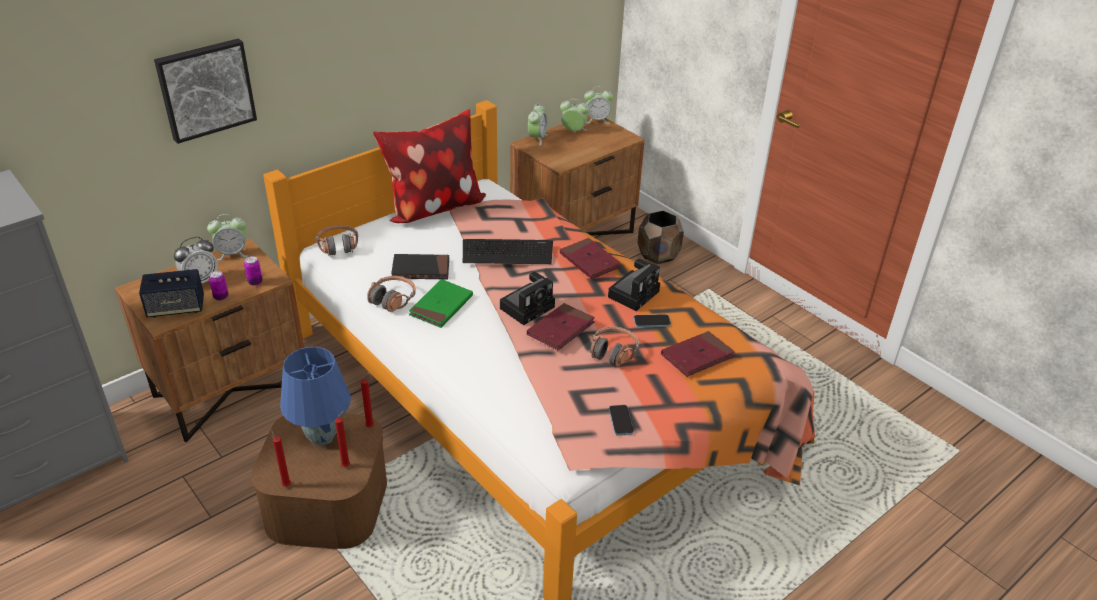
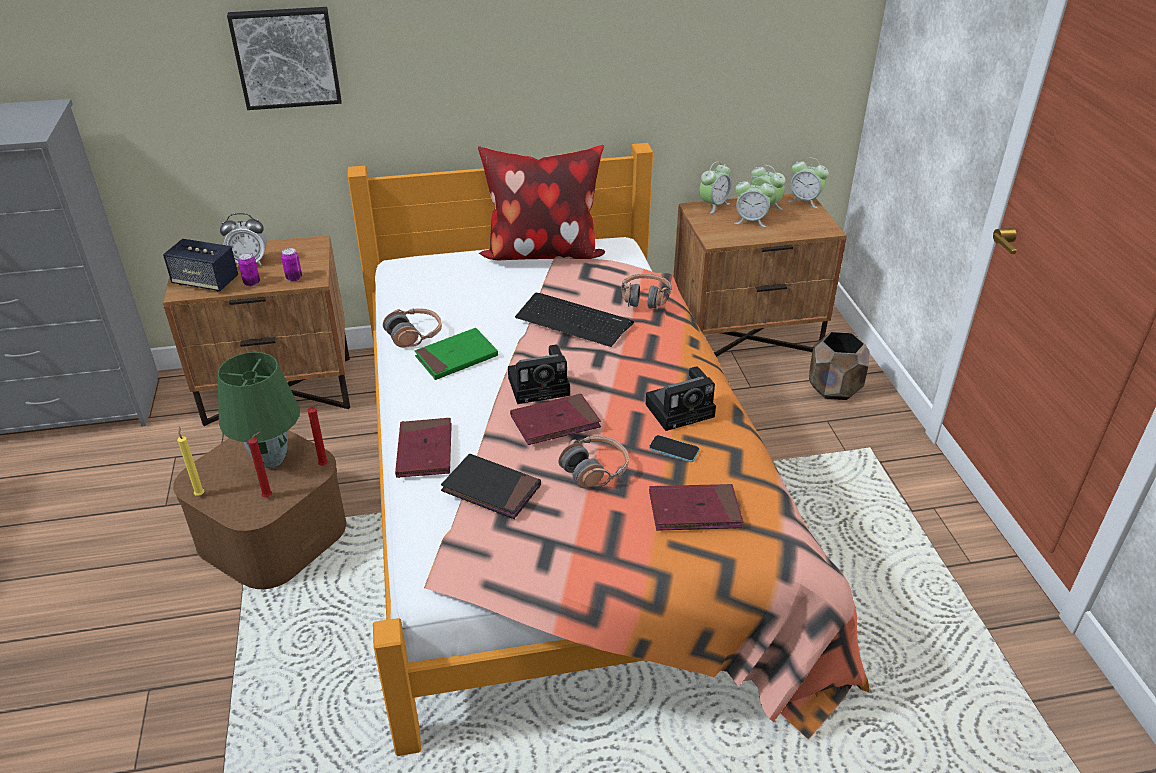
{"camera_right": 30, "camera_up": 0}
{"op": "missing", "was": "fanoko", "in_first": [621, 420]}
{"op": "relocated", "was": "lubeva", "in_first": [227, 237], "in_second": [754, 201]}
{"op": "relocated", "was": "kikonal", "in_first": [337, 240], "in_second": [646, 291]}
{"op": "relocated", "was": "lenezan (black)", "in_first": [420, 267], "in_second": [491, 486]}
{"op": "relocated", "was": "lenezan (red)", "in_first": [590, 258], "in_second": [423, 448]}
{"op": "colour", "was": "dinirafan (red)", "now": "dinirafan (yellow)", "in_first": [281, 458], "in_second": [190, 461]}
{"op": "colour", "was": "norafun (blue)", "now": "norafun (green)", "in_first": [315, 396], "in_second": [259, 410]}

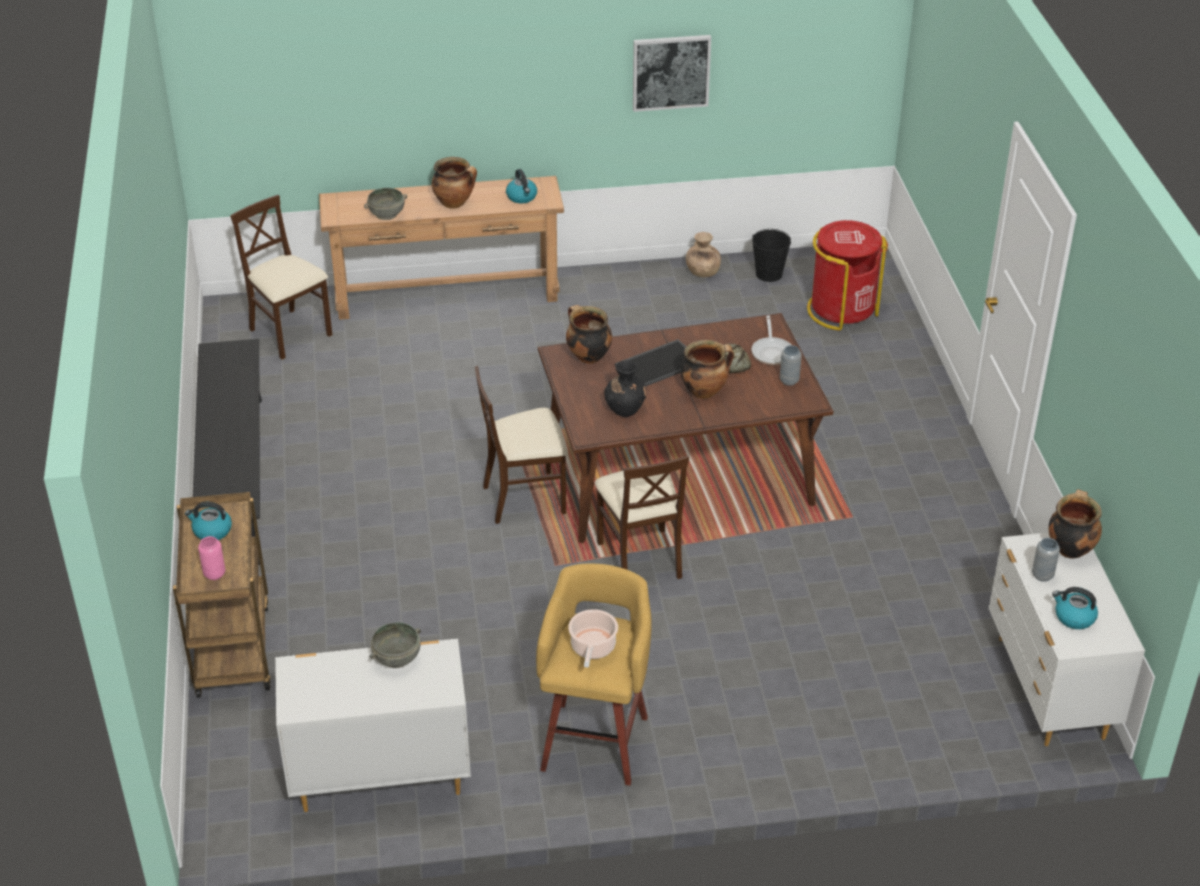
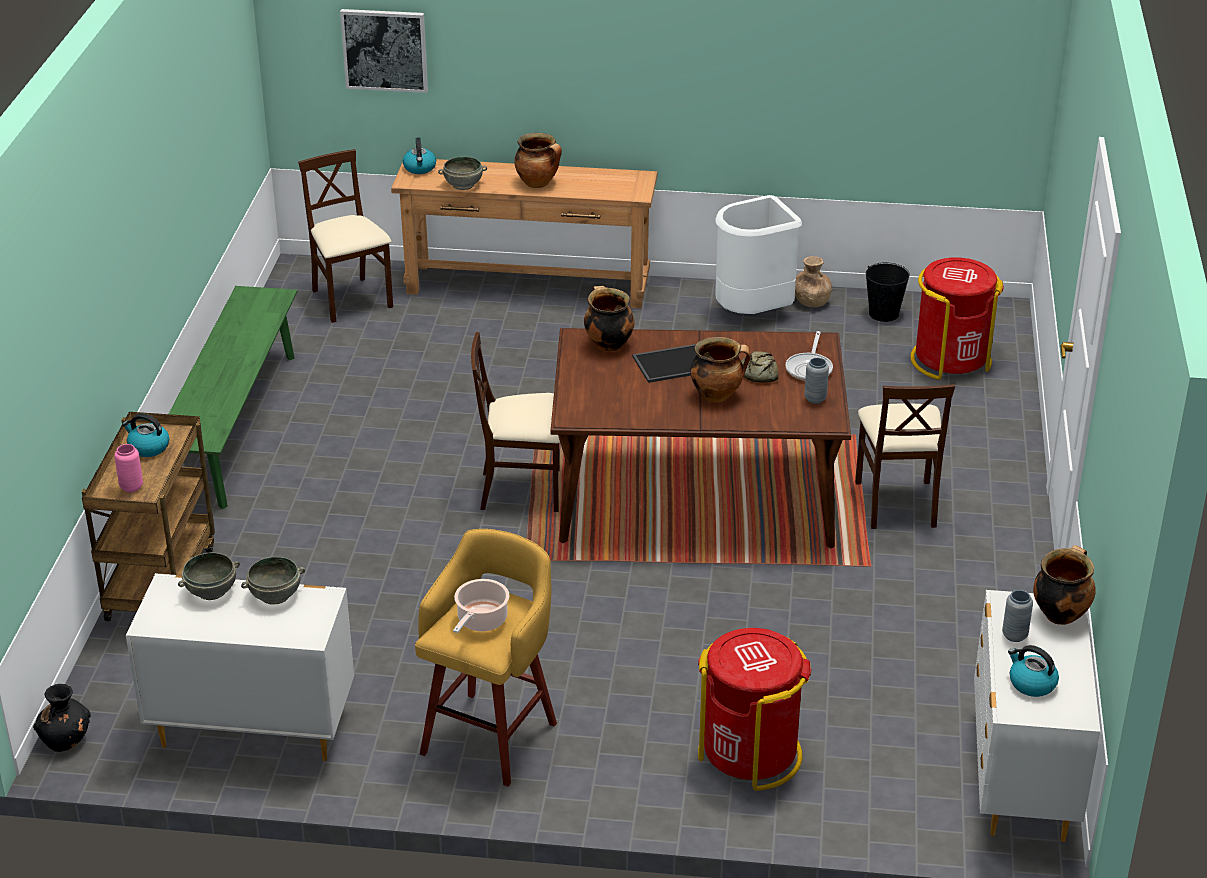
{"camera_right": 15, "camera_up": -5}
{"op": "appeared", "now": "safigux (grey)", "in_second": [209, 576]}
{"op": "appeared", "now": "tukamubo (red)", "in_second": [754, 709]}
{"op": "appeared", "now": "tukamubo (white)", "in_second": [758, 254]}
{"op": "relocated", "was": "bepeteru", "in_first": [521, 186], "in_second": [419, 155]}
{"op": "relocated", "was": "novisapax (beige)", "in_first": [641, 517], "in_second": [905, 456]}
{"op": "relocated", "was": "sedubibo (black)", "in_first": [625, 388], "in_second": [62, 718]}
{"op": "relocated", "was": "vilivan", "in_first": [672, 73], "in_second": [384, 51]}
{"op": "colour", "was": "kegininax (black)", "now": "kegininax (green)", "in_first": [227, 452], "in_second": [233, 397]}

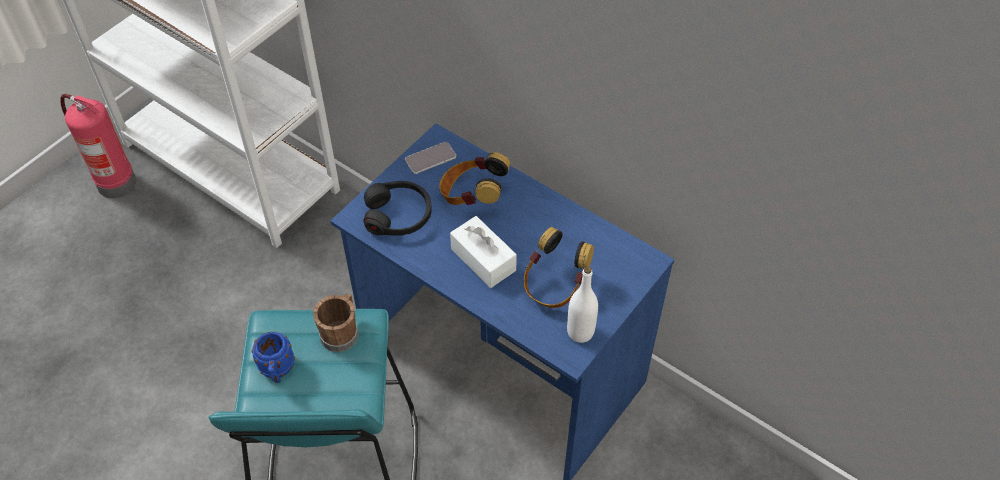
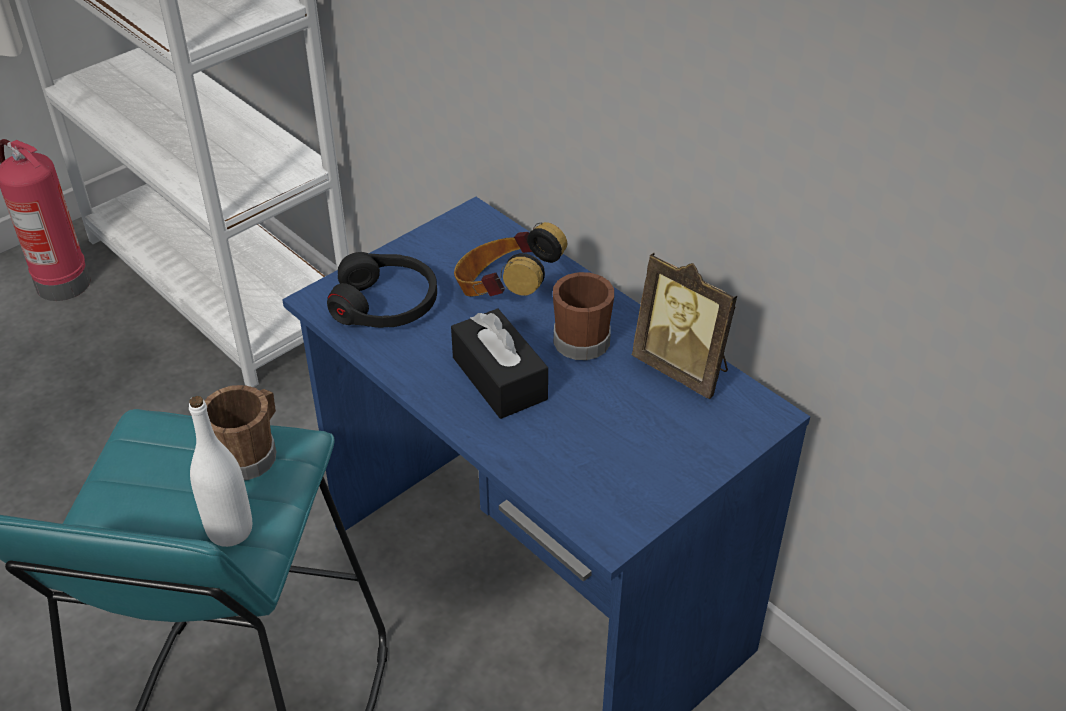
{"camera_right": 10, "camera_up": -10}
{"op": "missing", "was": "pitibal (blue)", "in_first": [273, 357]}
{"op": "missing", "was": "fanoko", "in_first": [430, 158]}
{"op": "missing", "was": "kikonal", "in_first": [559, 267]}
{"op": "appeared", "now": "pitibal (brown)", "in_second": [583, 316]}
{"op": "appeared", "now": "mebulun", "in_second": [685, 326]}
{"op": "relocated", "was": "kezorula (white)", "in_first": [582, 304], "in_second": [220, 471]}
{"op": "colour", "was": "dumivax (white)", "now": "dumivax (black)", "in_first": [483, 252], "in_second": [499, 363]}

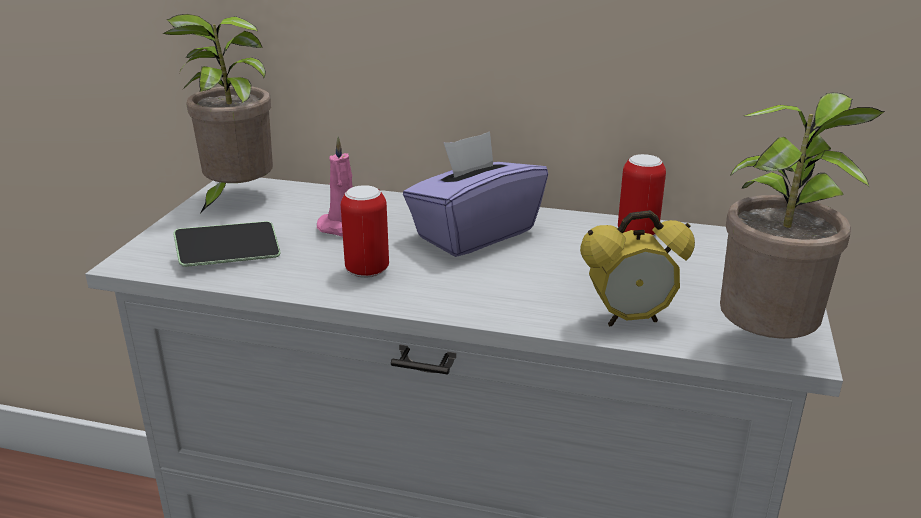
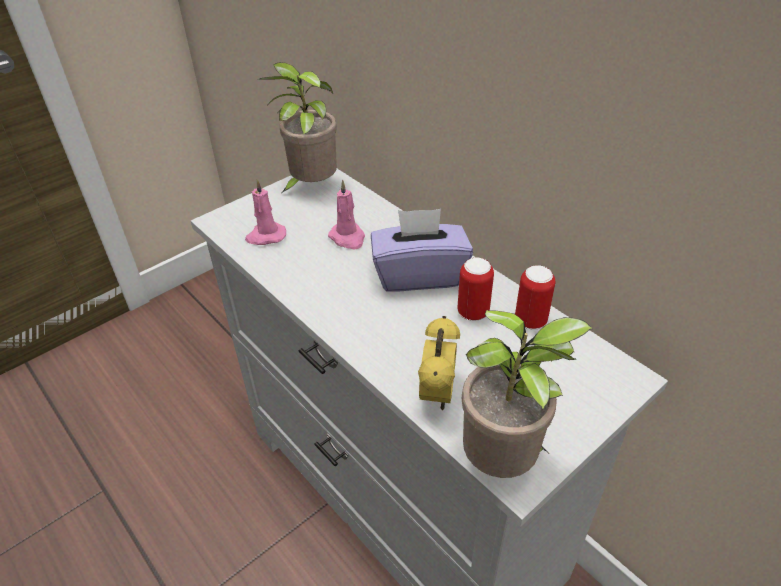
{"camera_right": 35, "camera_up": 15}
{"op": "relocated", "was": "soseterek", "in_first": [365, 231], "in_second": [475, 289]}
{"op": "exchanged", "was": "fanoko", "now": "dinirafan (pink)", "in_first": [226, 244], "in_second": [265, 212]}
{"op": "spun", "was": "lubeva", "in_first": [637, 268], "in_second": [439, 363], "clockwise": -105}

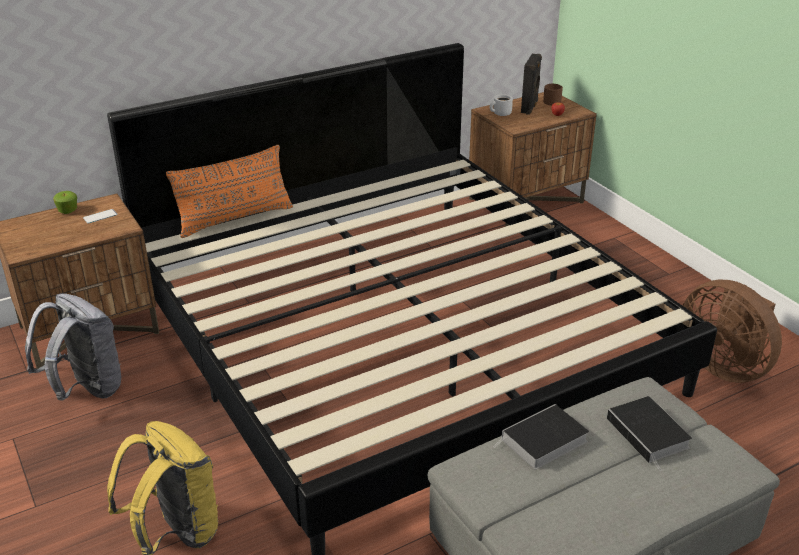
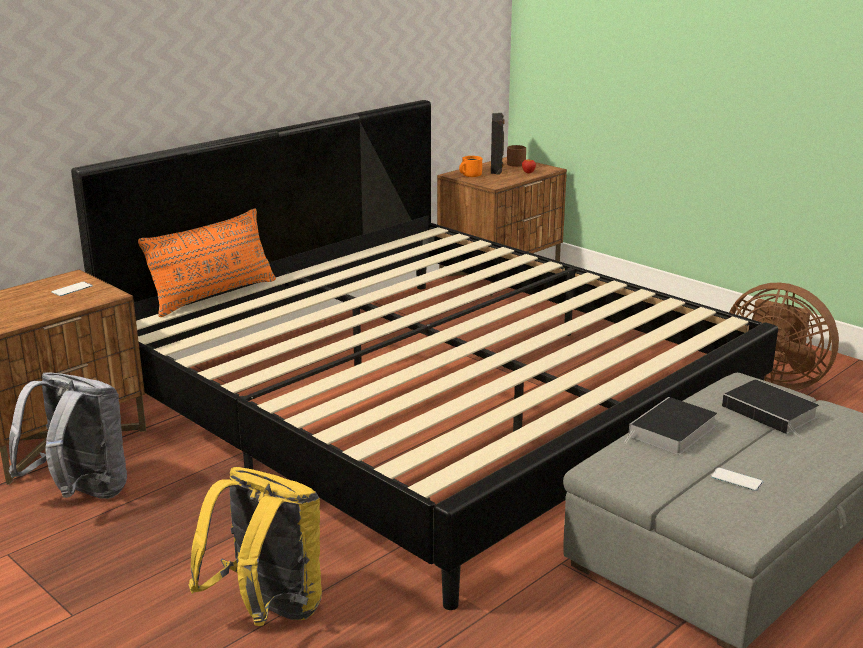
{"camera_right": -15, "camera_up": -10}
{"op": "missing", "was": "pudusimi", "in_first": [65, 202]}
{"op": "appeared", "now": "fanoko", "in_second": [737, 479]}
{"op": "colour", "was": "pitibal (white)", "now": "pitibal (orange)", "in_first": [501, 105], "in_second": [470, 166]}

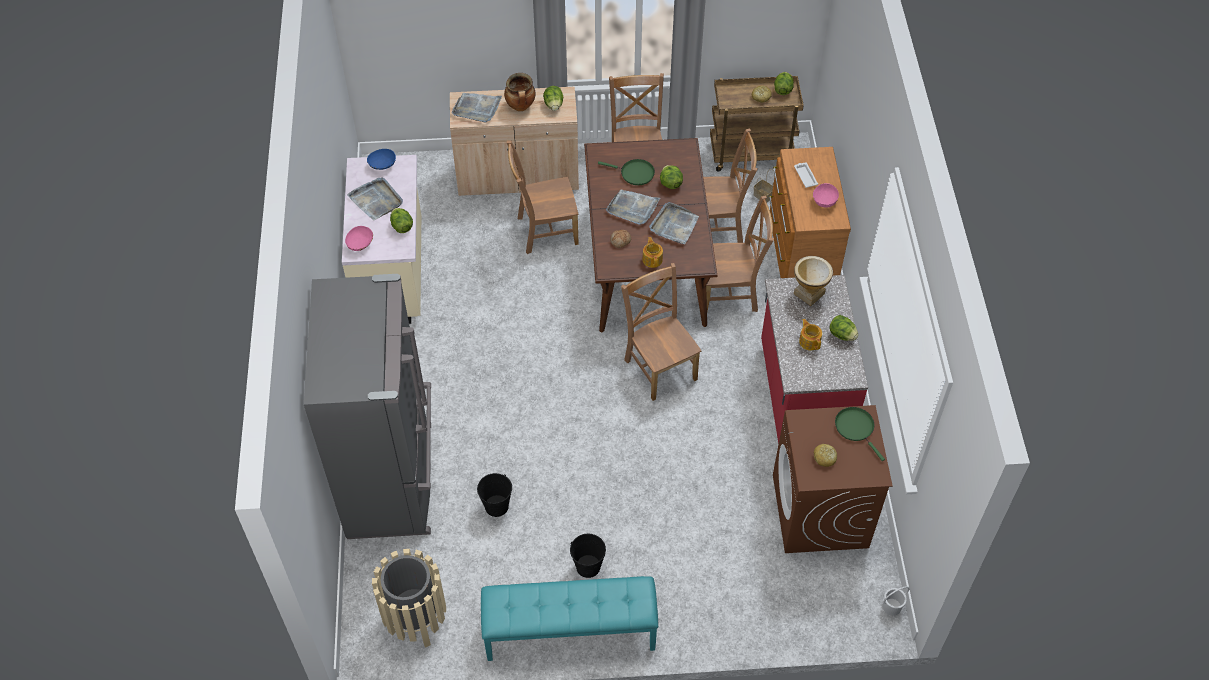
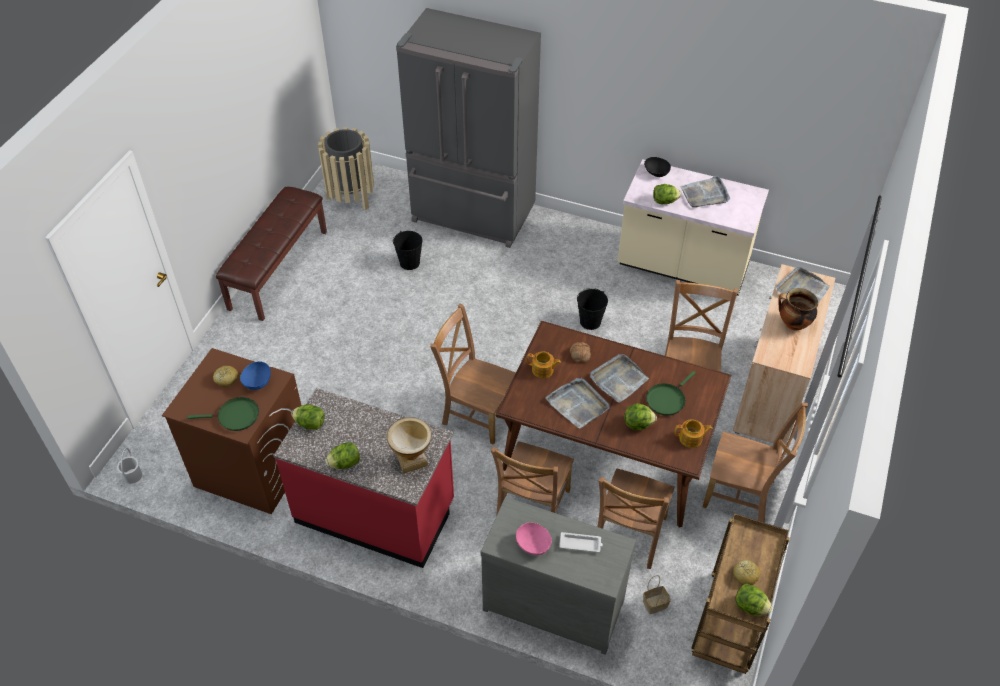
{"camera_right": 115, "camera_up": -5}
{"op": "relocated", "was": "safigux (blue)", "in_first": [381, 159], "in_second": [255, 375]}
{"op": "relocated", "was": "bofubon", "in_first": [553, 98], "in_second": [308, 417]}
{"op": "relocated", "was": "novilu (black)", "in_first": [588, 556], "in_second": [592, 309]}
{"op": "relocated", "was": "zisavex", "in_first": [810, 335], "in_second": [693, 433]}
{"op": "colour", "was": "safigux (pink)", "now": "safigux (black)", "in_first": [359, 238], "in_second": [657, 167]}
{"op": "colour", "was": "kegininax (turquoise)", "now": "kegininax (brown)", "in_first": [569, 618], "in_second": [271, 254]}
{"op": "colour", "was": "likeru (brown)", "now": "likeru (grey)", "in_first": [810, 212], "in_second": [558, 576]}
{"op": "spun", "was": "novisapax (brown)", "in_first": [661, 332], "in_second": [472, 374], "clockwise": -150}

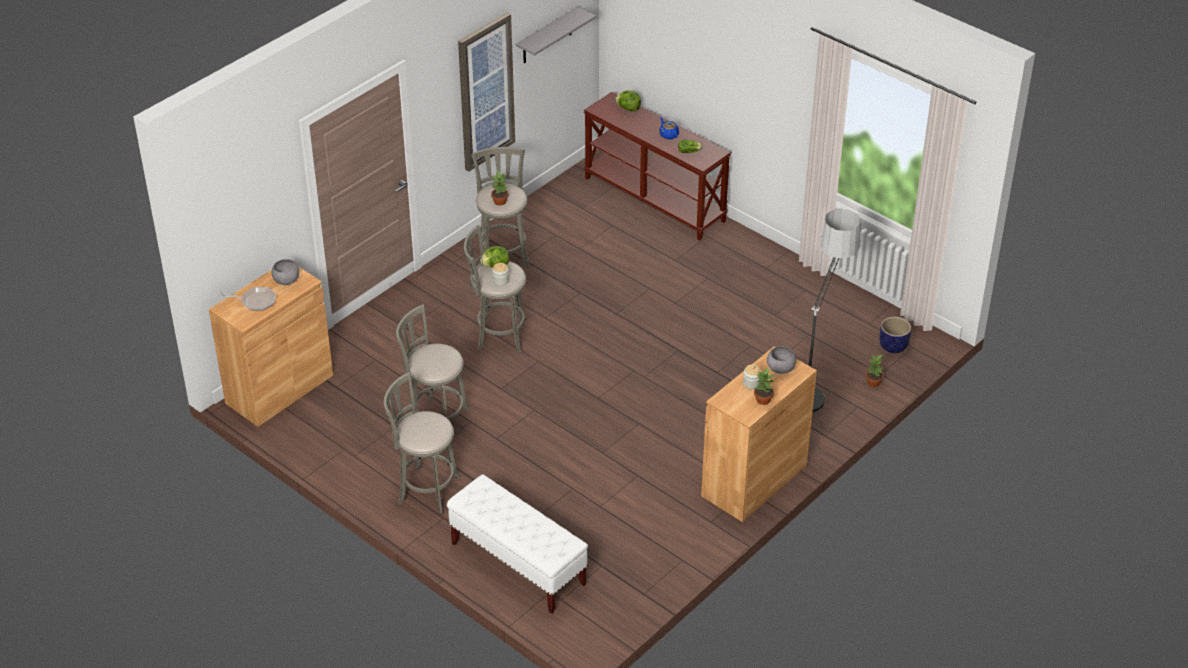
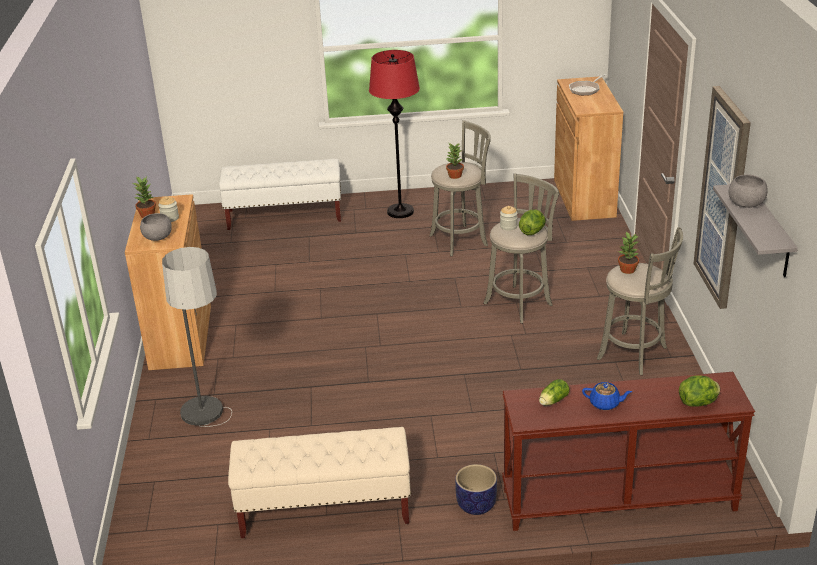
{"camera_right": 135, "camera_up": -10}
{"op": "appeared", "now": "kegininax (beige)", "in_second": [320, 482]}
{"op": "relocated", "was": "safigux (grey)", "in_first": [285, 272], "in_second": [748, 191]}
{"op": "relocated", "was": "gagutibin", "in_first": [874, 371], "in_second": [455, 161]}
{"op": "relocated", "was": "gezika", "in_first": [895, 335], "in_second": [476, 489]}
{"op": "exchanged", "was": "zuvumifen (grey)", "now": "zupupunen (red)", "in_first": [422, 443], "in_second": [394, 134]}

